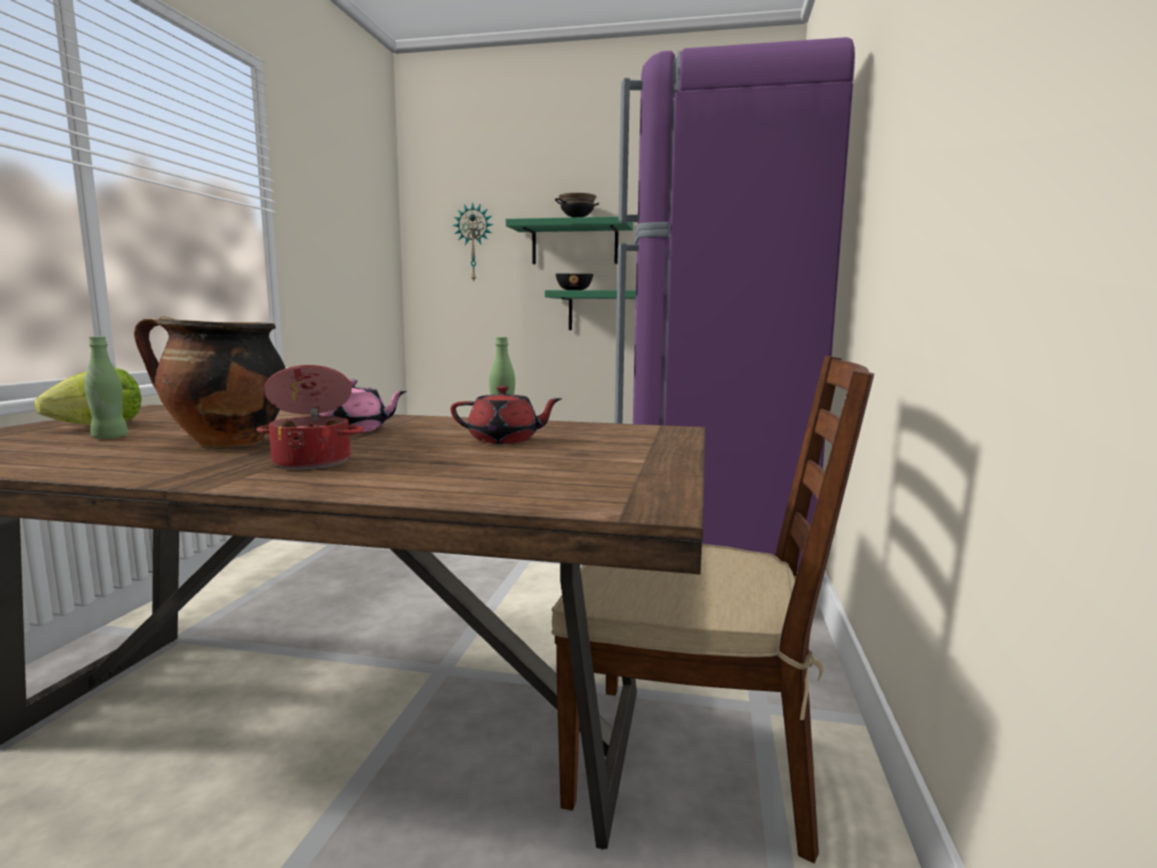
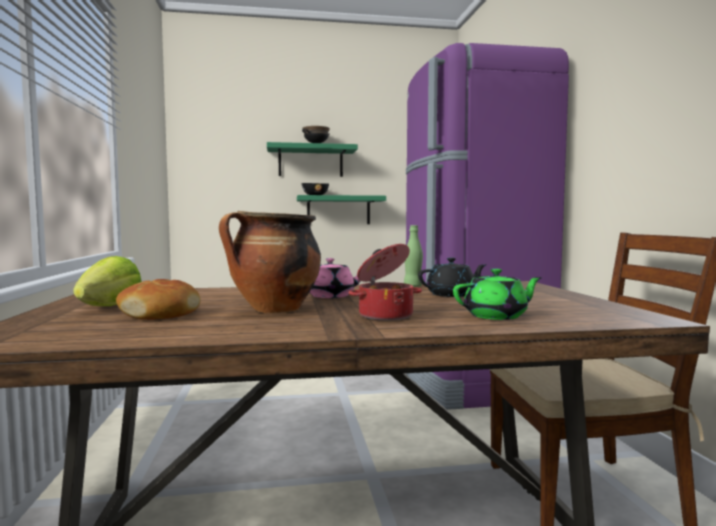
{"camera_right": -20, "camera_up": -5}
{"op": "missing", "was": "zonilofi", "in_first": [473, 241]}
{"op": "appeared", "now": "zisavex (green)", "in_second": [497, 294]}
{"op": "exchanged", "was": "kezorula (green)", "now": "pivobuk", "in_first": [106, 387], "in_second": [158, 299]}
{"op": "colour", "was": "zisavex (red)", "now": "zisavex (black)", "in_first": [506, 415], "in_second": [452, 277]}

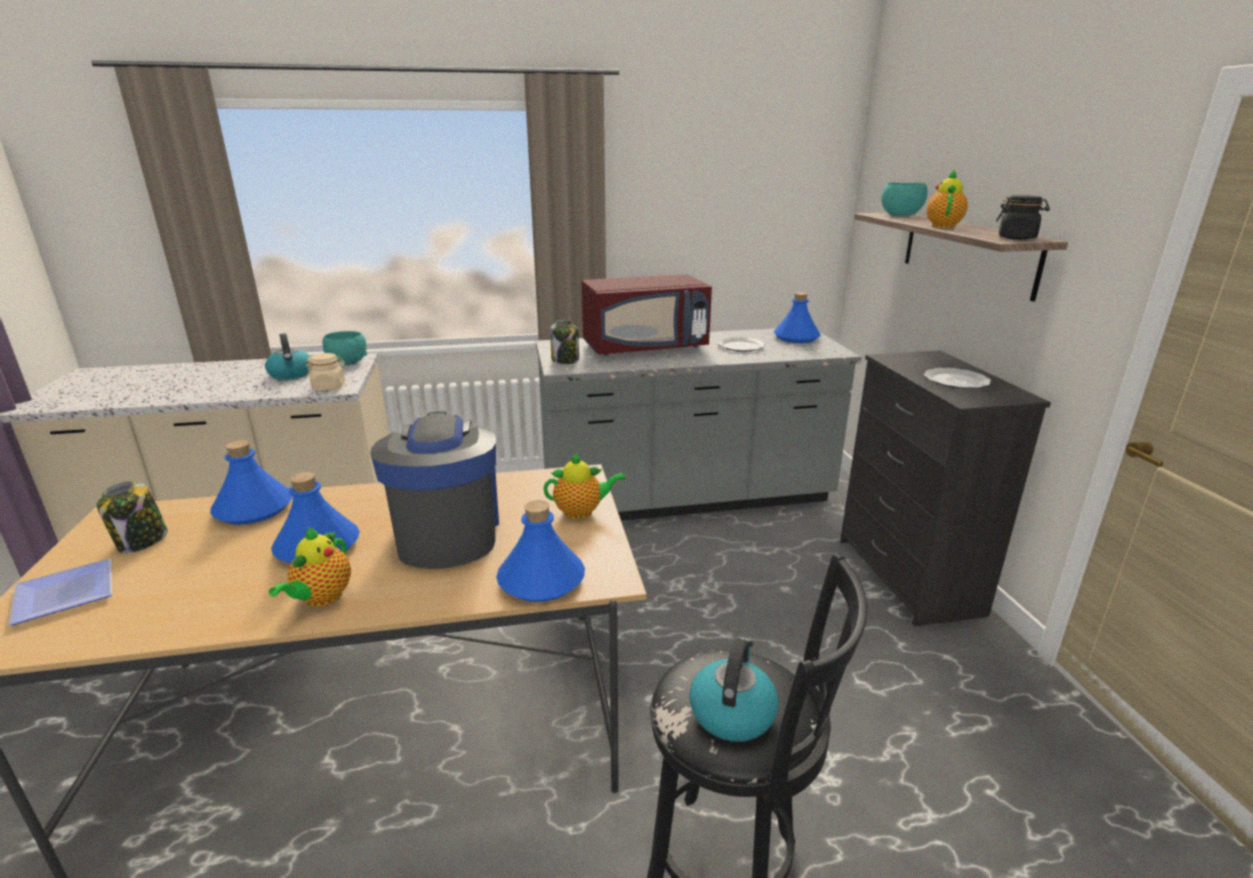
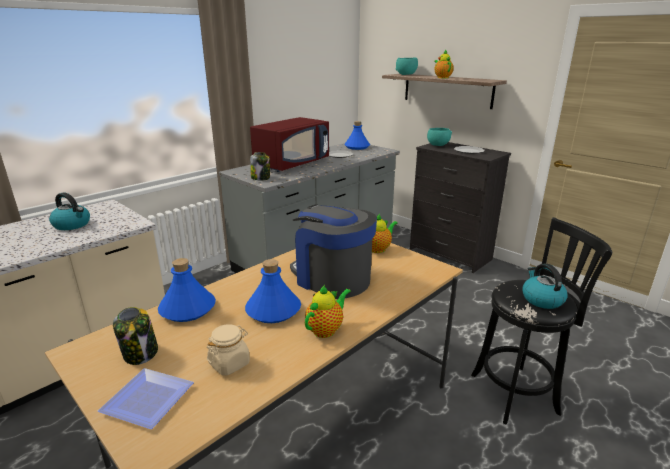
{"camera_right": -35, "camera_up": 0}
{"op": "missing", "was": "kezorula (blue)", "in_first": [540, 551]}
{"op": "missing", "was": "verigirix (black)", "in_first": [1023, 217]}
{"op": "relocated", "was": "verigirix (beige)", "in_first": [325, 372], "in_second": [228, 350]}
{"op": "relocated", "was": "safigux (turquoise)", "in_first": [344, 348], "in_second": [439, 137]}
{"op": "spun", "was": "zisavex", "in_first": [310, 567], "in_second": [328, 311], "clockwise": -120}

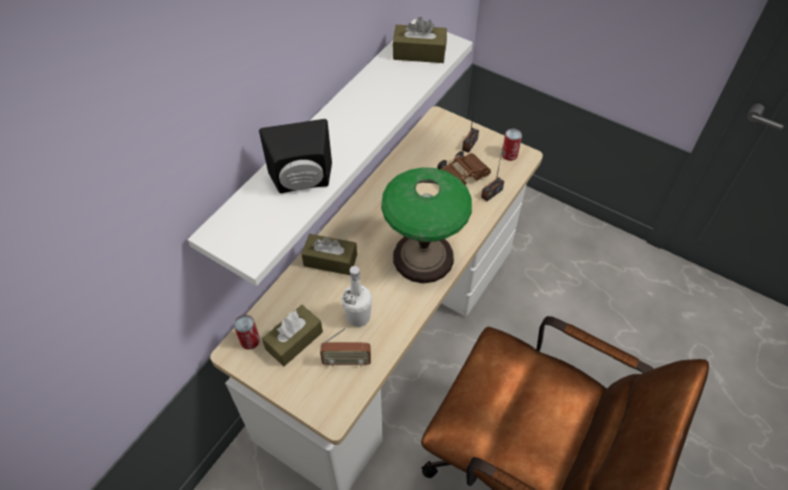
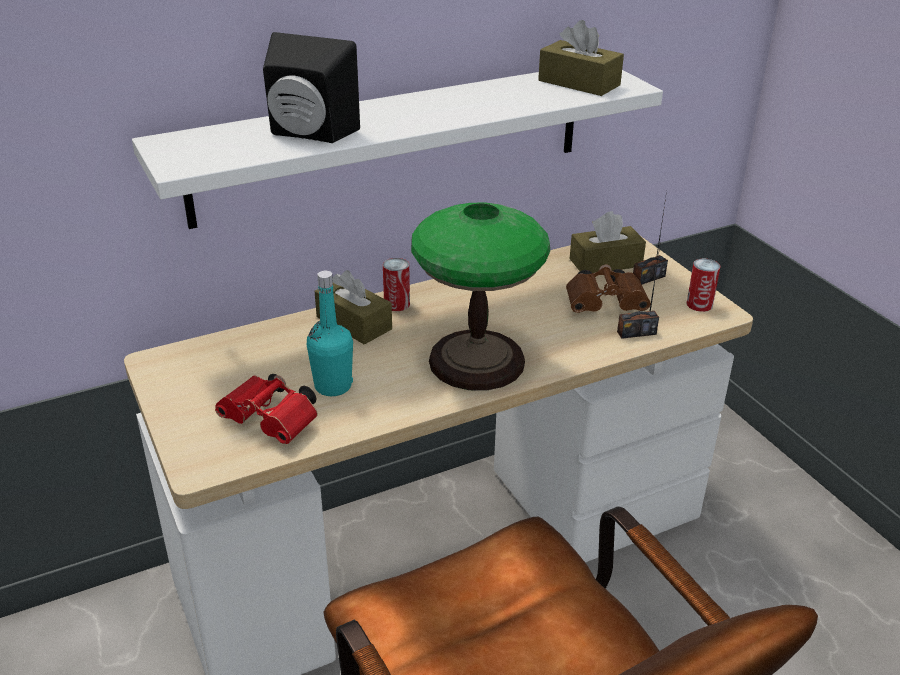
{"camera_right": 30, "camera_up": -20}
{"op": "relocated", "was": "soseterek", "in_first": [247, 332], "in_second": [396, 284]}
{"op": "relocated", "was": "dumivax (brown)", "in_first": [292, 335], "in_second": [608, 242]}
{"op": "exchanged", "was": "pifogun", "now": "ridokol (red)", "in_first": [345, 347], "in_second": [266, 409]}
{"op": "colour", "was": "kezorula (white)", "now": "kezorula (turquoise)", "in_first": [357, 296], "in_second": [330, 333]}

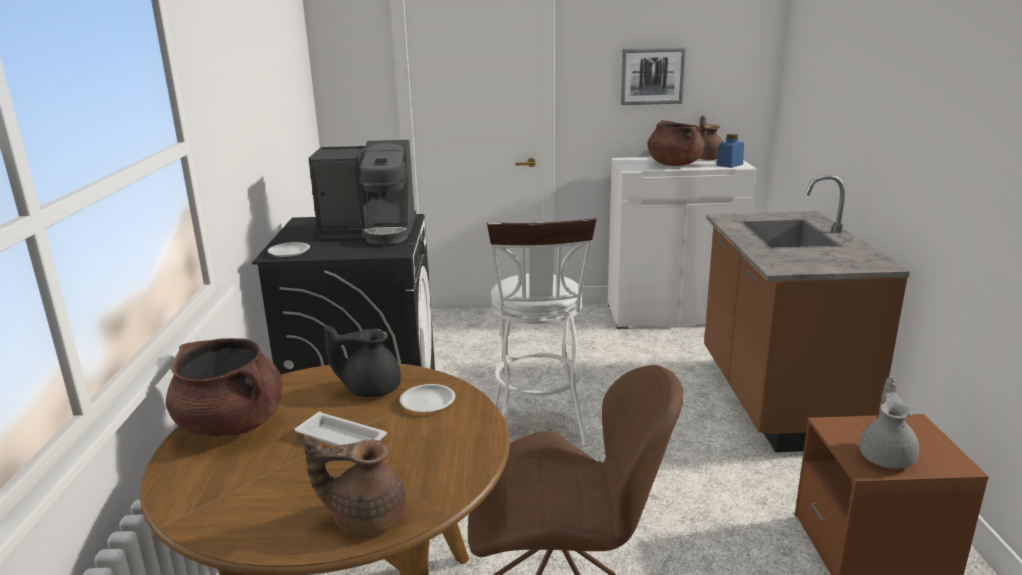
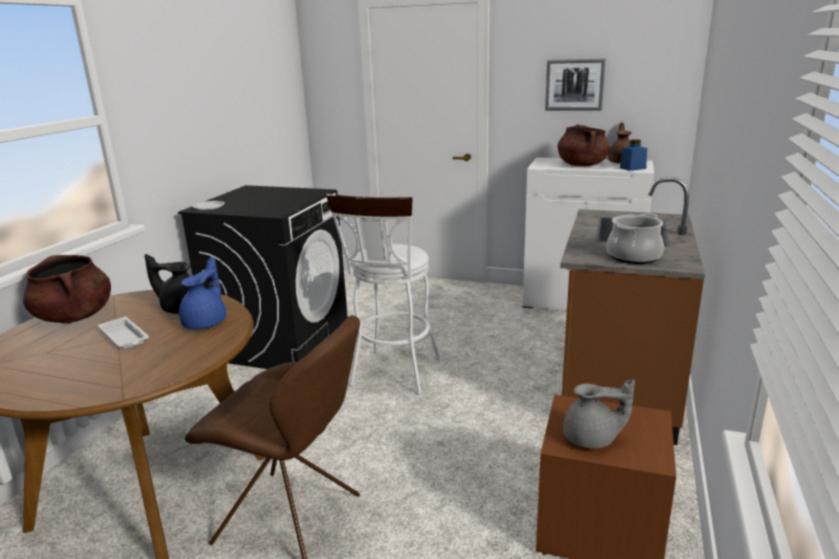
{"camera_right": 20, "camera_up": 0}
{"op": "missing", "was": "zisavex (brown)", "in_first": [354, 485]}
{"op": "missing", "was": "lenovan", "in_first": [362, 192]}
{"op": "appeared", "now": "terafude", "in_second": [635, 238]}
{"op": "exchanged", "was": "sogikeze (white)", "now": "zisavex (blue)", "in_first": [427, 398], "in_second": [202, 293]}
{"op": "spun", "was": "zisavex (grey)", "in_first": [889, 422], "in_second": [599, 414], "clockwise": 60}

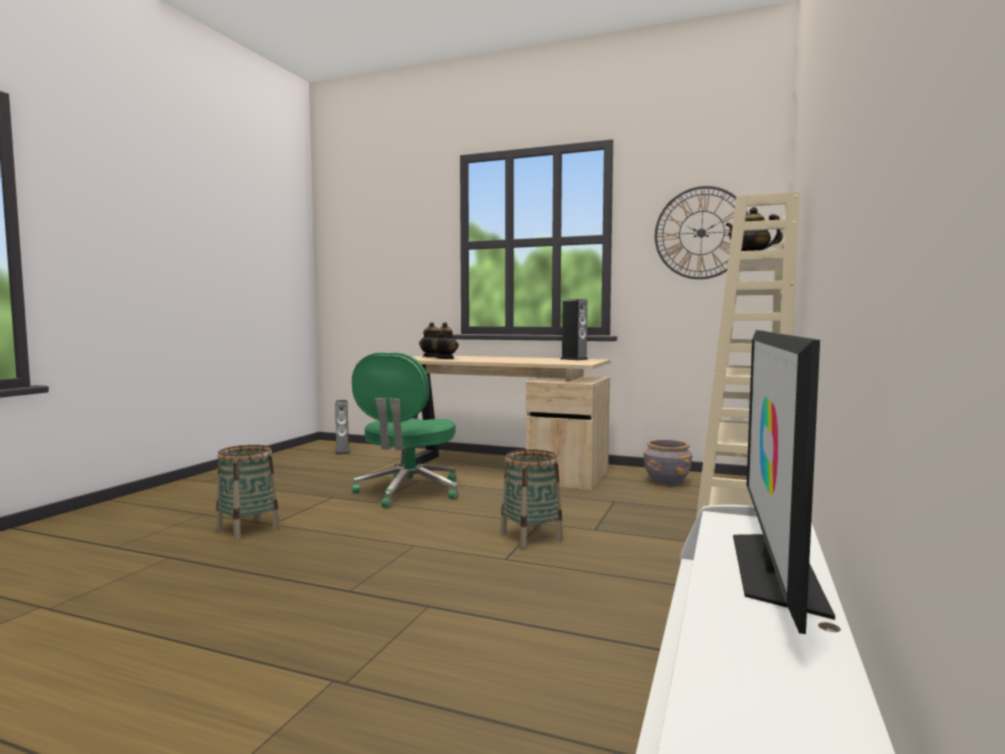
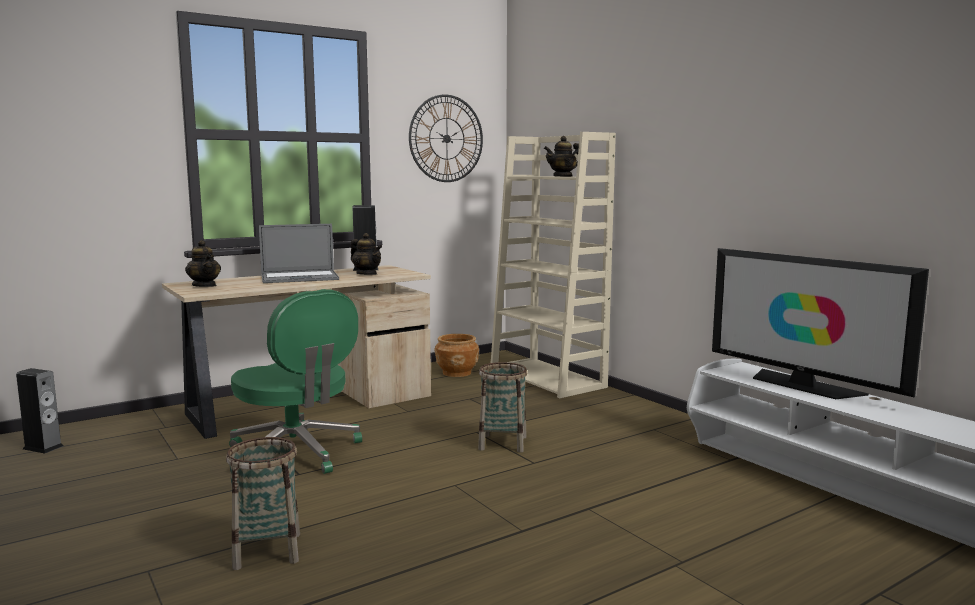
{"camera_right": -55, "camera_up": 5}
{"op": "appeared", "now": "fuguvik", "in_second": [299, 253]}
{"op": "relocated", "was": "zisavex", "in_first": [445, 340], "in_second": [366, 254]}
{"op": "colour", "was": "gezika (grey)", "now": "gezika (brown)", "in_first": [667, 462], "in_second": [456, 355]}

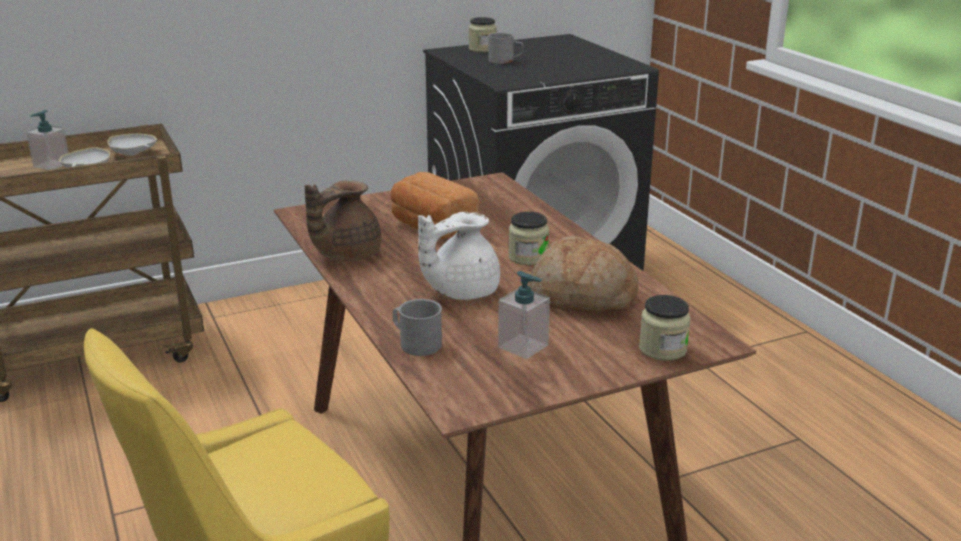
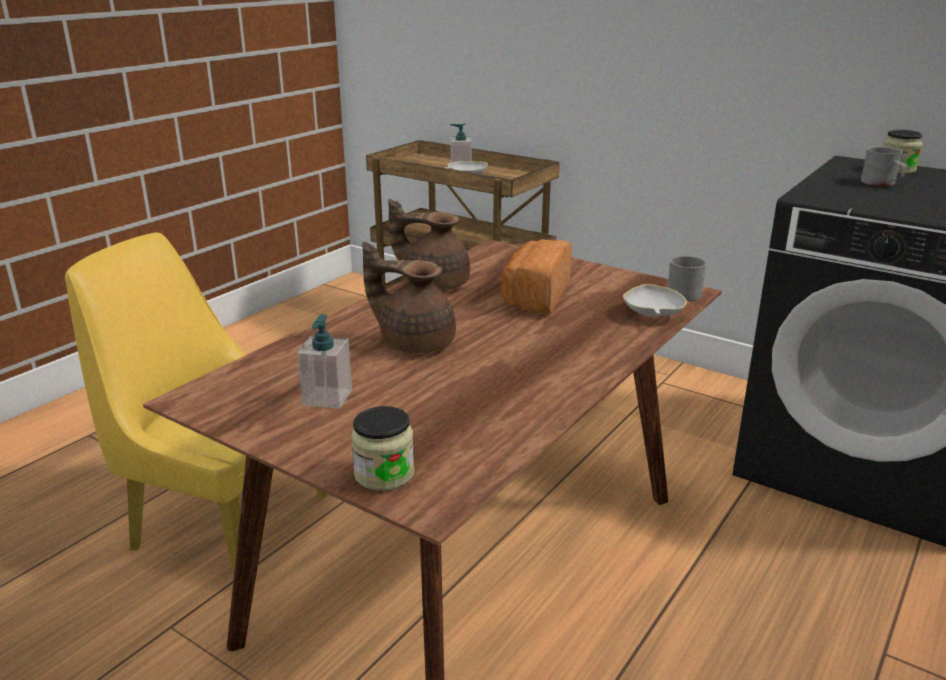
{"camera_right": 60, "camera_up": 0}
{"op": "missing", "was": "verigirix", "in_first": [528, 238]}
{"op": "missing", "was": "pivobuk", "in_first": [584, 274]}
{"op": "relocated", "was": "safigux (white)", "in_first": [132, 144], "in_second": [655, 300]}
{"op": "relocated", "was": "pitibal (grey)", "in_first": [417, 327], "in_second": [687, 278]}
{"op": "colour", "was": "zisavex (white)", "now": "zisavex (brown)", "in_first": [459, 256], "in_second": [409, 298]}

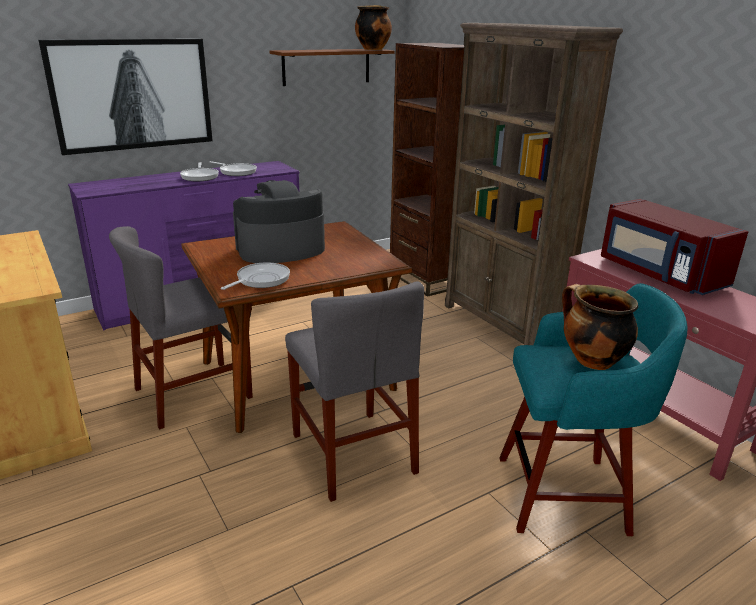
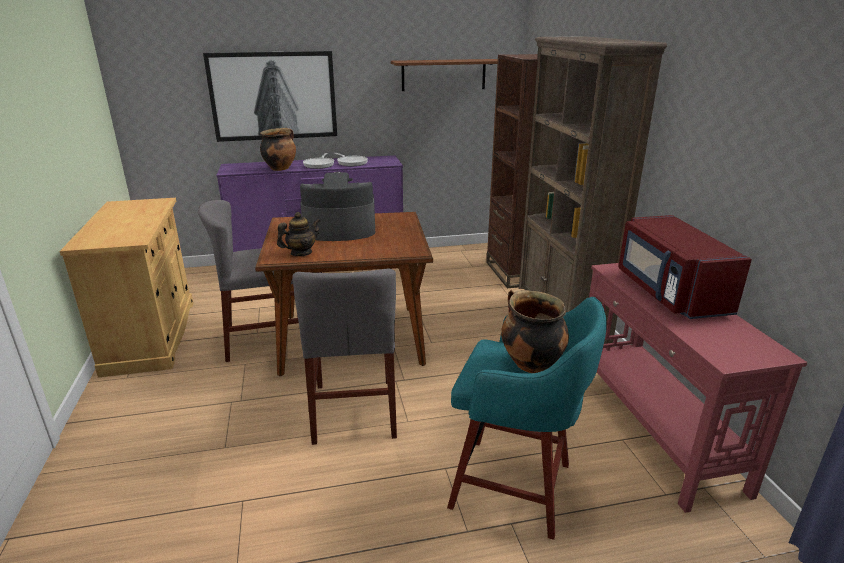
{"camera_right": 20, "camera_up": 0}
{"op": "relocated", "was": "terafude", "in_first": [373, 27], "in_second": [278, 149]}
{"op": "exchanged", "was": "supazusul", "now": "zisavex", "in_first": [255, 276], "in_second": [298, 234]}

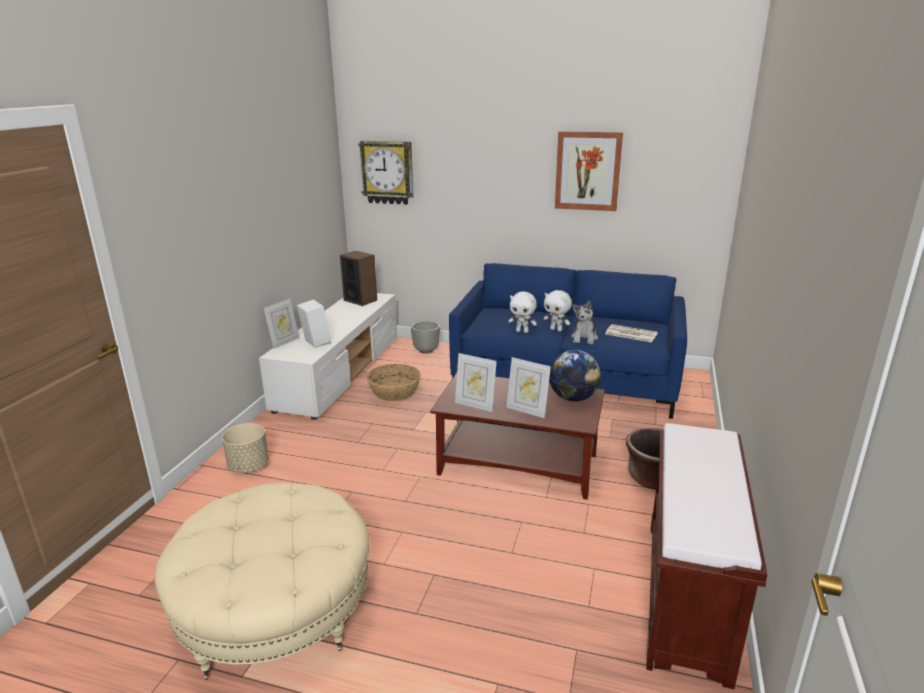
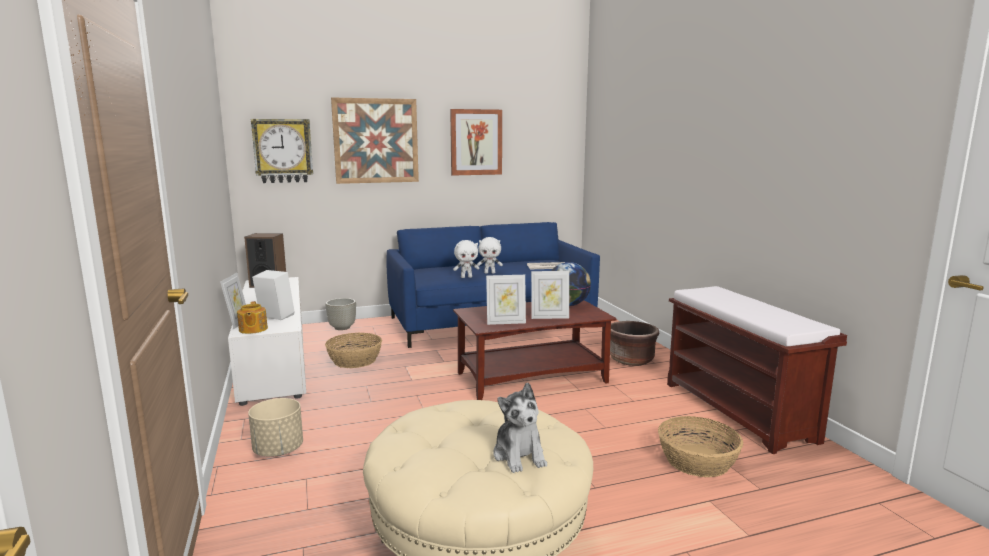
{"camera_right": -35, "camera_up": -10}
{"op": "appeared", "now": "zisavex", "in_second": [252, 317]}
{"op": "appeared", "now": "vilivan", "in_second": [375, 140]}
{"op": "appeared", "now": "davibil", "in_second": [700, 446]}
{"op": "relocated", "was": "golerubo", "in_first": [584, 322], "in_second": [520, 428]}

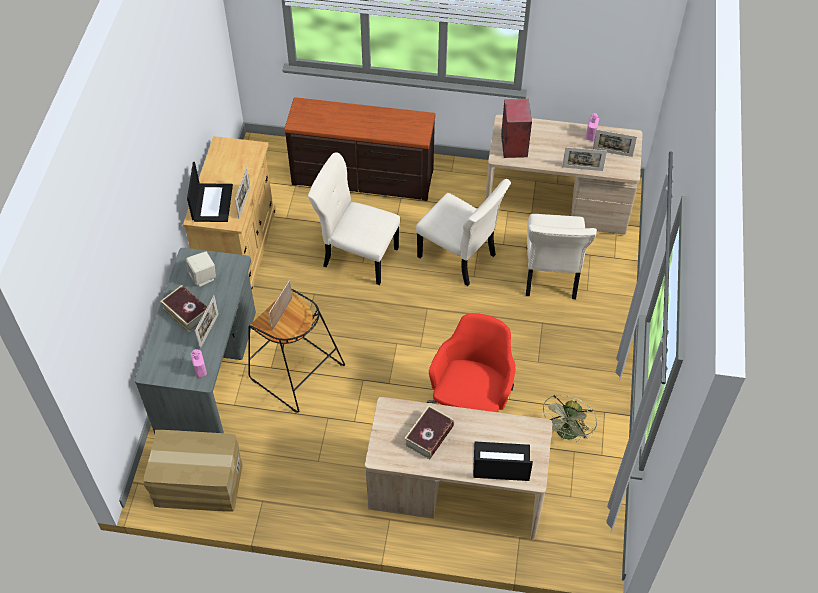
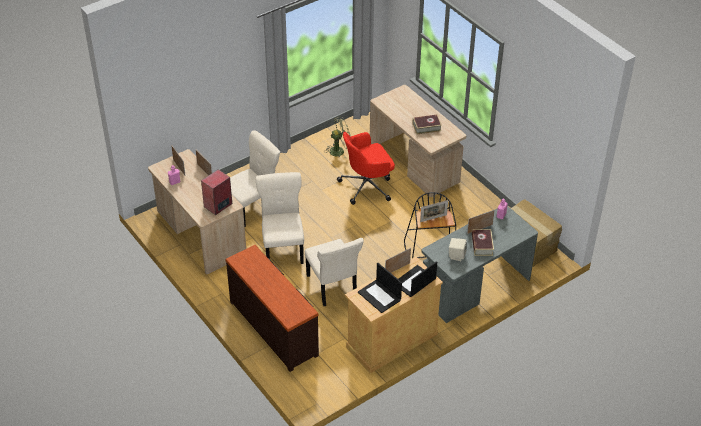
{"camera_right": -135, "camera_up": -10}
{"op": "relocated", "was": "fuguvik", "in_first": [503, 461], "in_second": [380, 288]}

